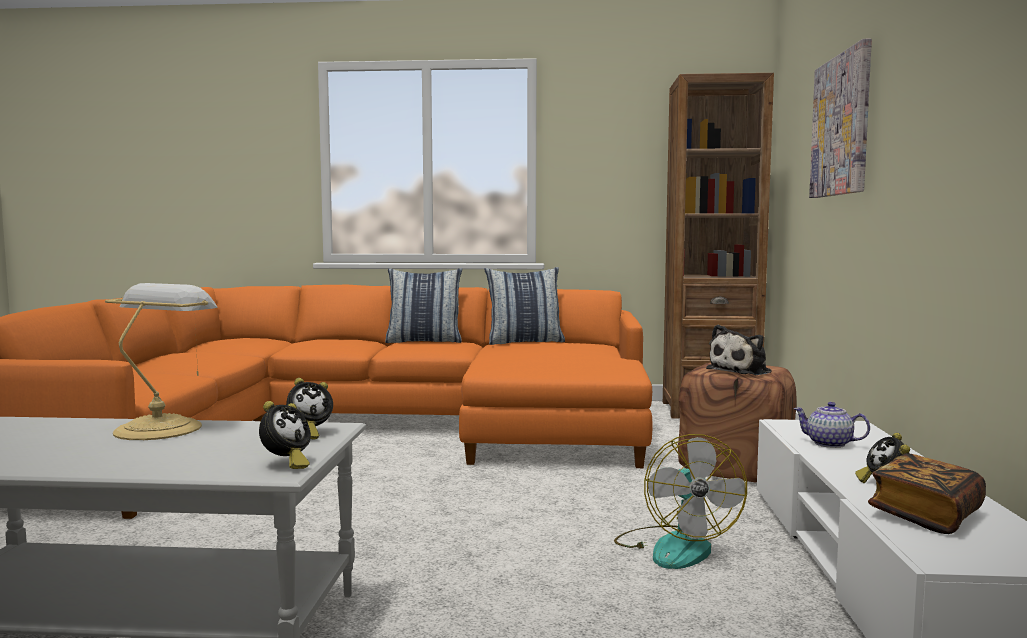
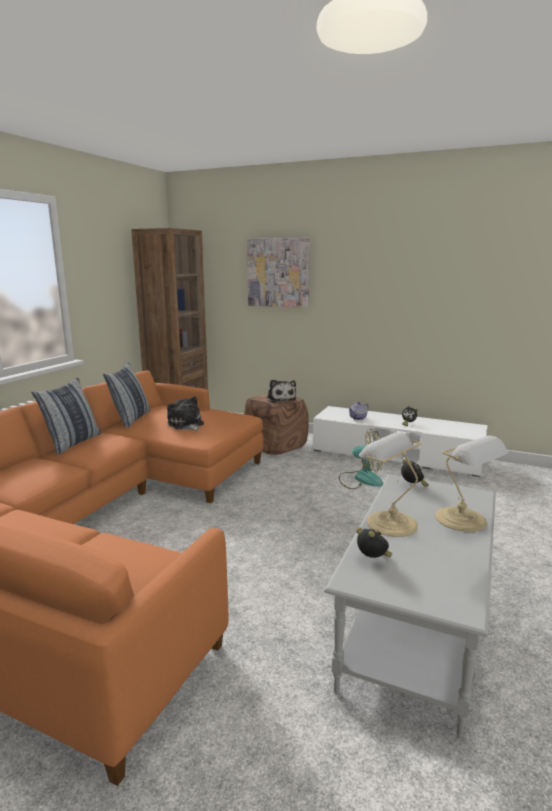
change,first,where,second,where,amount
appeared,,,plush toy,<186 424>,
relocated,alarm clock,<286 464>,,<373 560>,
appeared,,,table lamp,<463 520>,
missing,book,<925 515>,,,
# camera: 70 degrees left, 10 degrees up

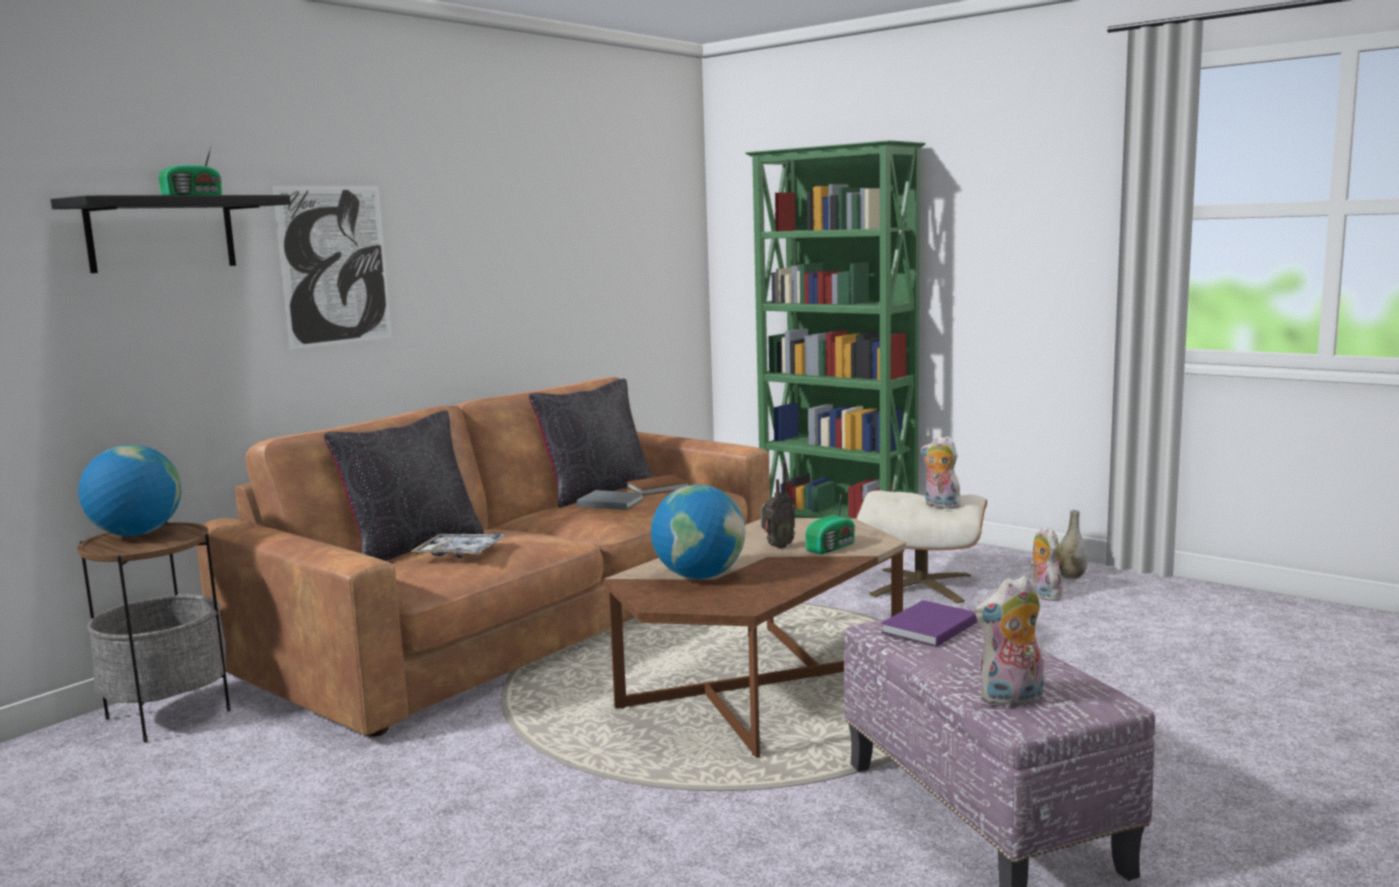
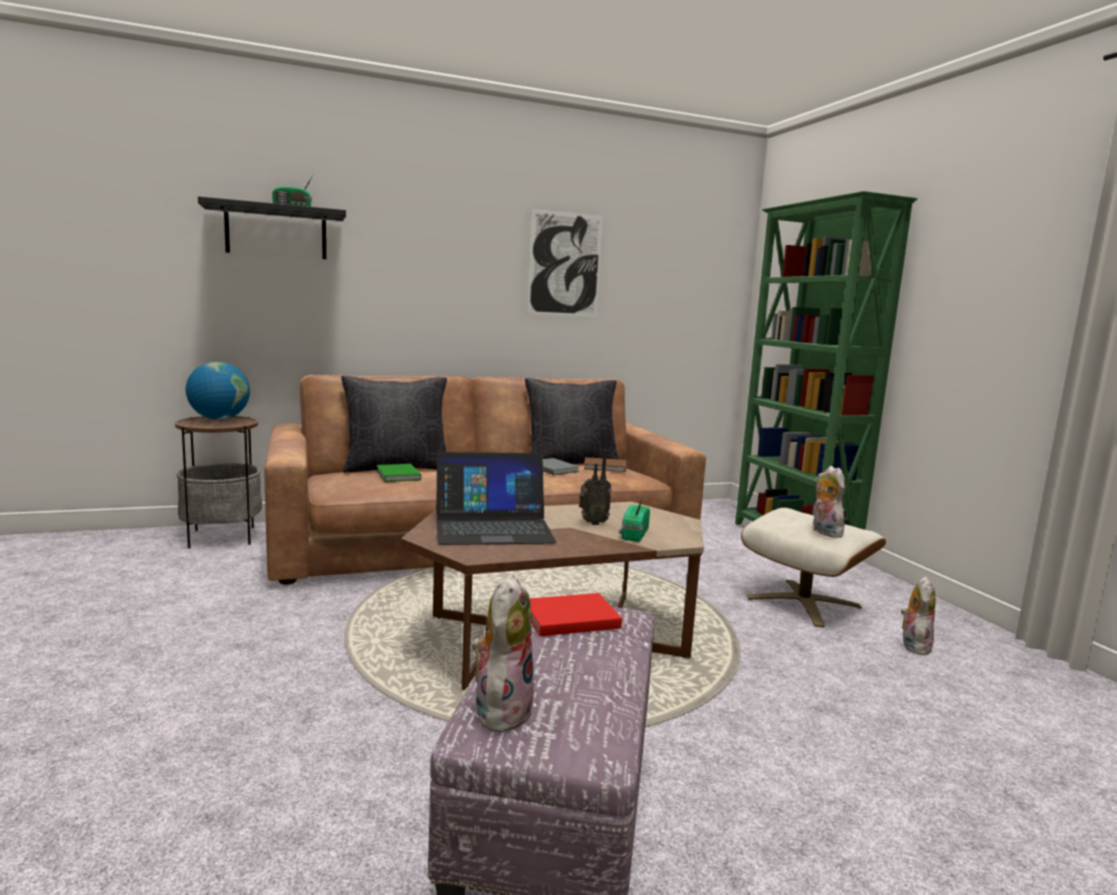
change,first,where,second,where,amount
exchanged,tray,<460 553>,green book,<397 475>,
exchanged,globe,<699 576>,laptop,<493 527>,
spun,plush toy,<1011 700>,,<501 709>,90 degrees clockwise
relocated,picture,<335 265>,,<565 264>,
colour,purple book,<927 628>,red book,<568 618>,
spun,radio,<832 547>,,<633 534>,120 degrees clockwise
missing,grey vase,<1071 576>,,,
# camera: 30 degrees right, 0 degrees up

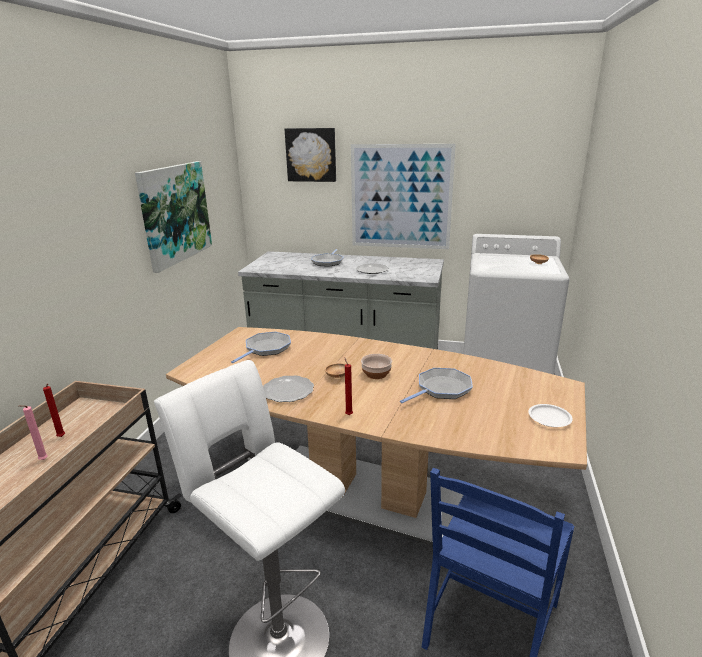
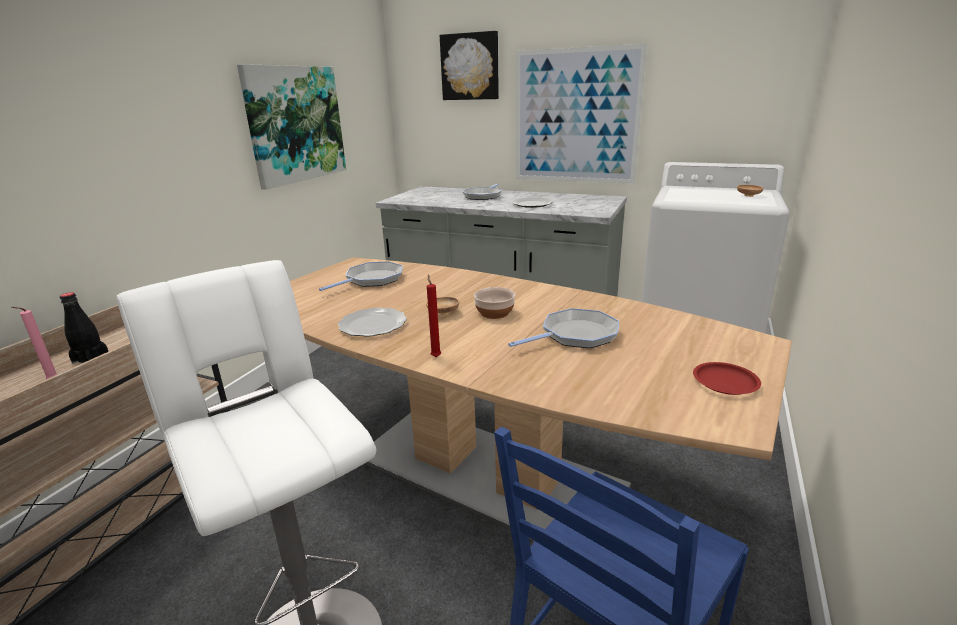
change,first,where,second,where,amount
exchanged,red candle,<62 437>,black bottle,<90 358>,
colour,white plate,<549 418>,red plate,<725 382>,
# camera: 10 degrees right, 0 degrees up

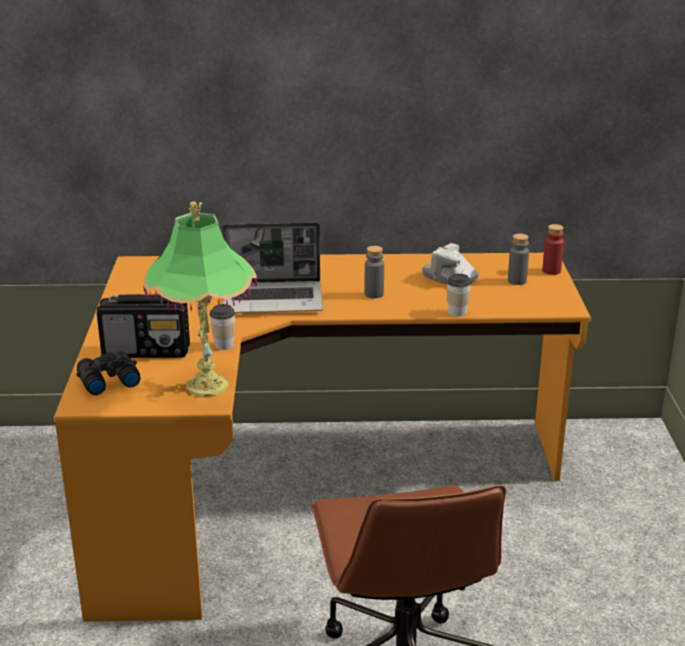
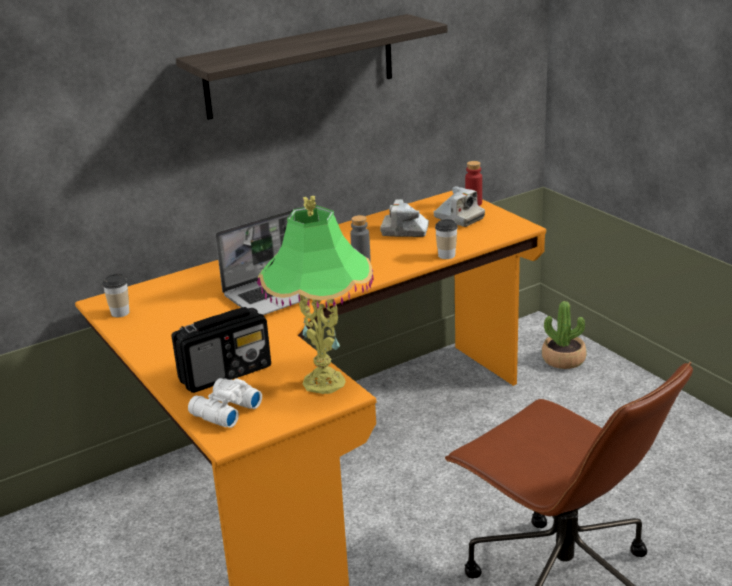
change,first,where,second,where,amount
relocated,cup,<224 345>,,<120 313>,
appeared,,,shelf,<301 66>,
colour,black binoculars,<107 380>,white binoculars,<224 411>,
exchanged,grey bottle,<517 281>,photo camera,<458 218>,
appeared,,,potted plant,<563 359>,
# camera: 30 degrees left, 0 degrees up

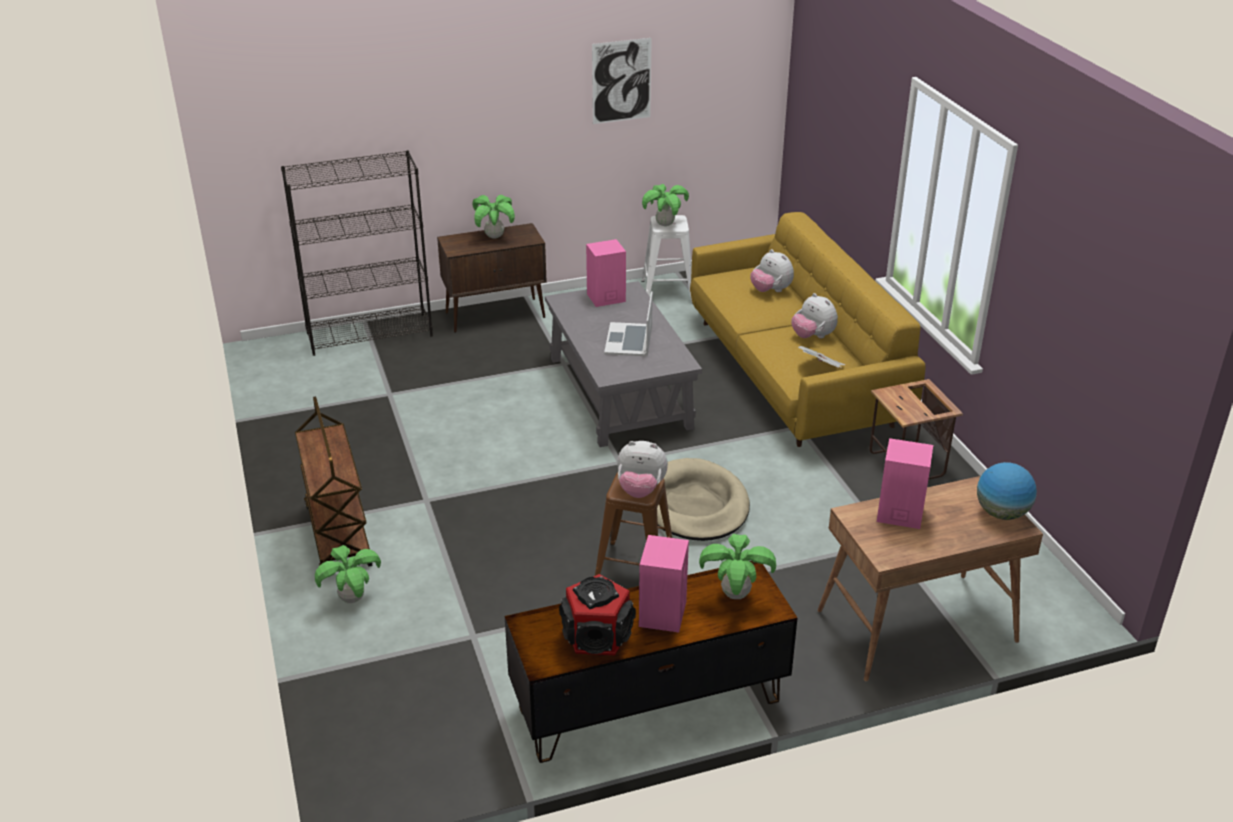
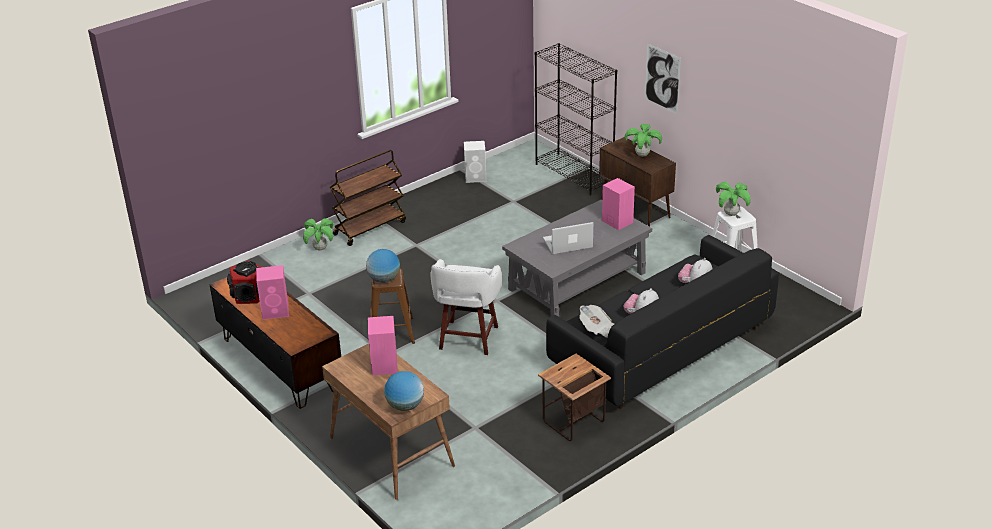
change,first,where,second,where,amount
exchanged,plush toy,<640 490>,globe,<384 279>,
exchanged,beige dog bed,<694 505>,white stool,<468 339>,
appeared,,,white speaker,<476 177>,
colour,yellow sofa,<792 373>,black sofa,<660 348>,
relocated,picture,<621 81>,,<662 78>,
missing,potted plant,<735 594>,,,
# camera: 70 degrees right, 0 degrees up

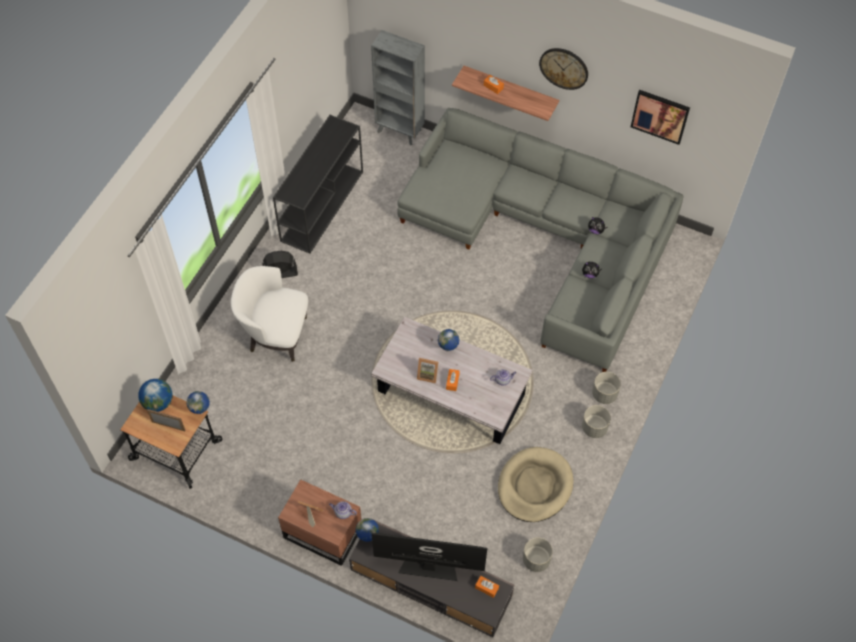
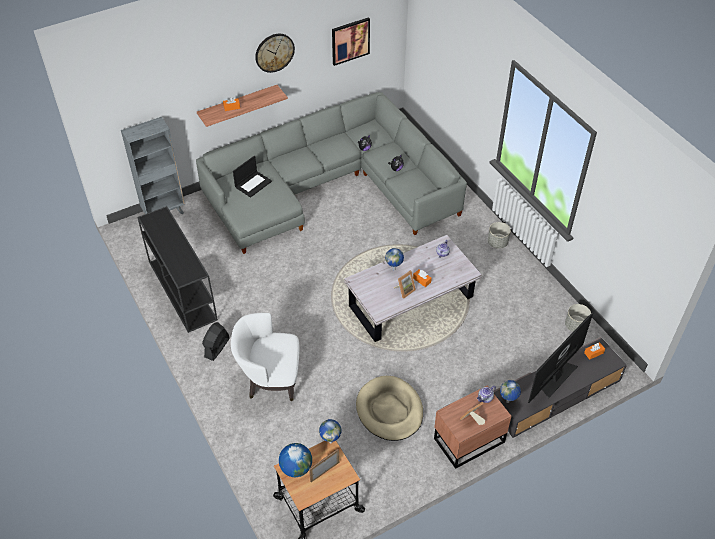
change,first,where,second,where,amount
spun,white armchair,<275 335>,,<270 380>,45 degrees clockwise
appeared,,,laptop,<253 184>,
relocated,beige dog bed,<534 486>,,<389 410>,
missing,grey planter,<604 394>,,,
# camera: 55 degrees left, 10 degrees down

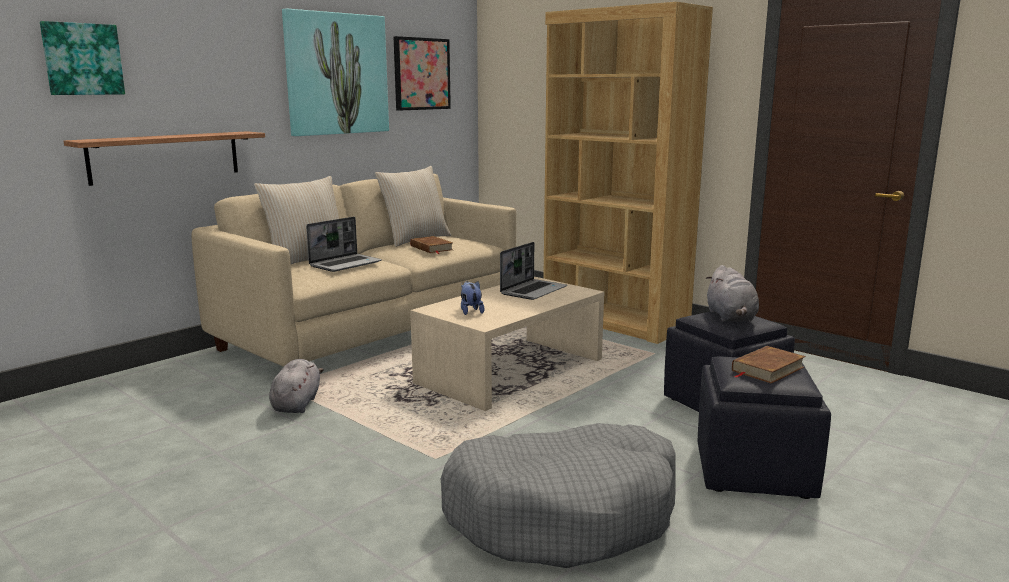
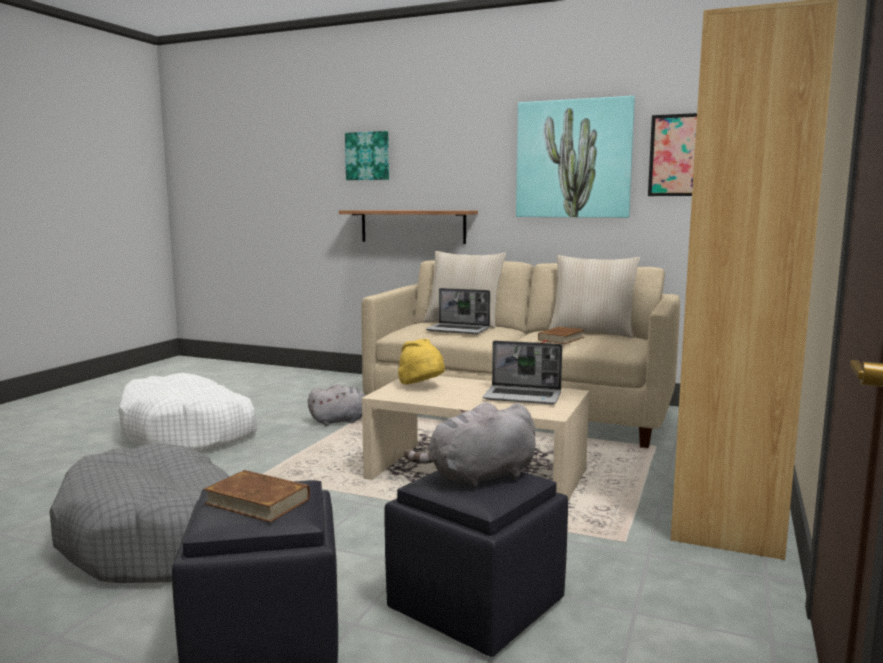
change,first,where,second,where,amount
appeared,,,white dog bed,<189 433>,
exchanged,plush toy,<470 311>,yellow hat,<422 387>,
# camera: 70 degrees right, 5 degrees down

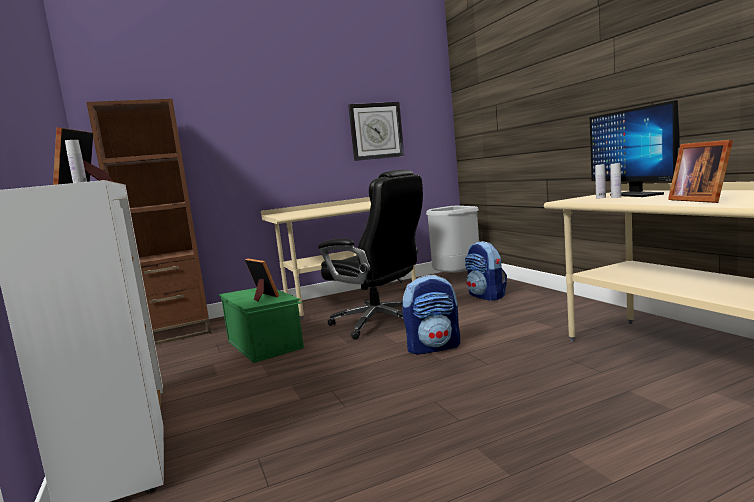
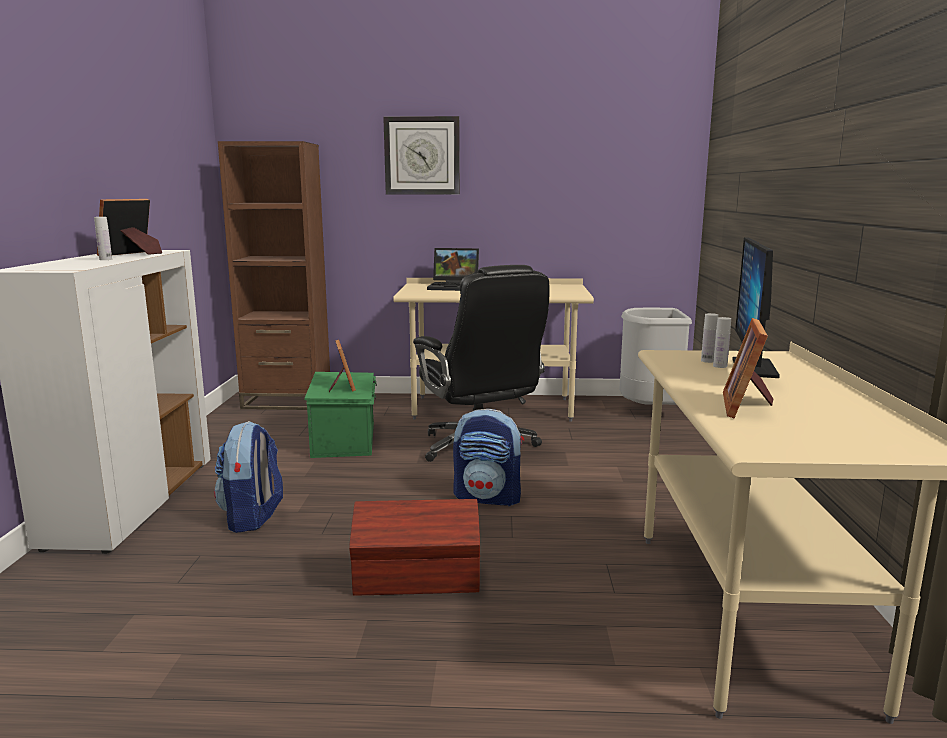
change,first,where,second,where,amount
relocated,backpack,<486 296>,,<252 517>,
appeared,,,brown storage box,<418 579>,
relocated,wall clock,<376 131>,,<422 156>,
appeared,,,laptop,<455 287>,
# camera: 25 degrees right, 5 degrees up

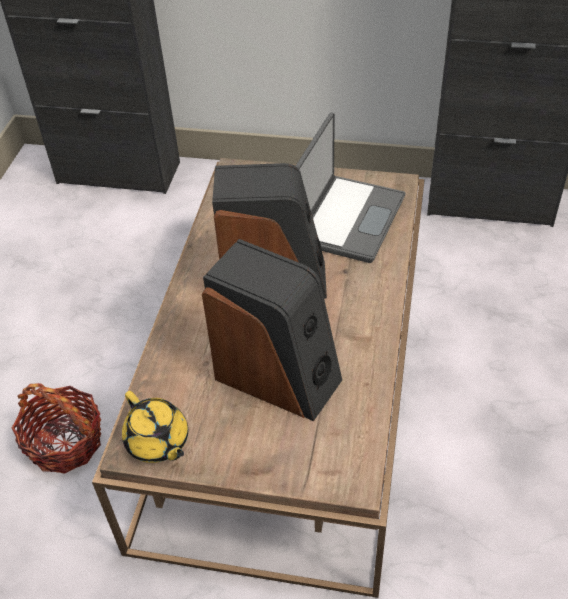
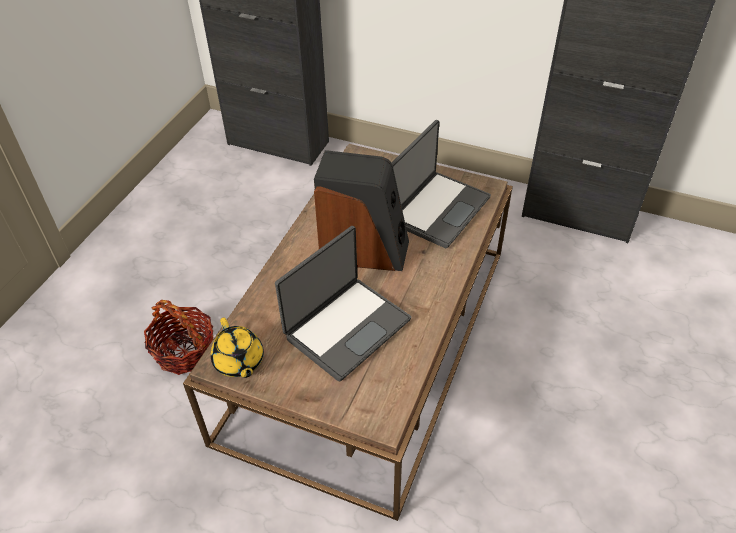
change,first,where,second,where,amount
exchanged,speaker,<278 376>,laptop,<346 327>,
# camera: 10 degrees right, 0 degrees up

